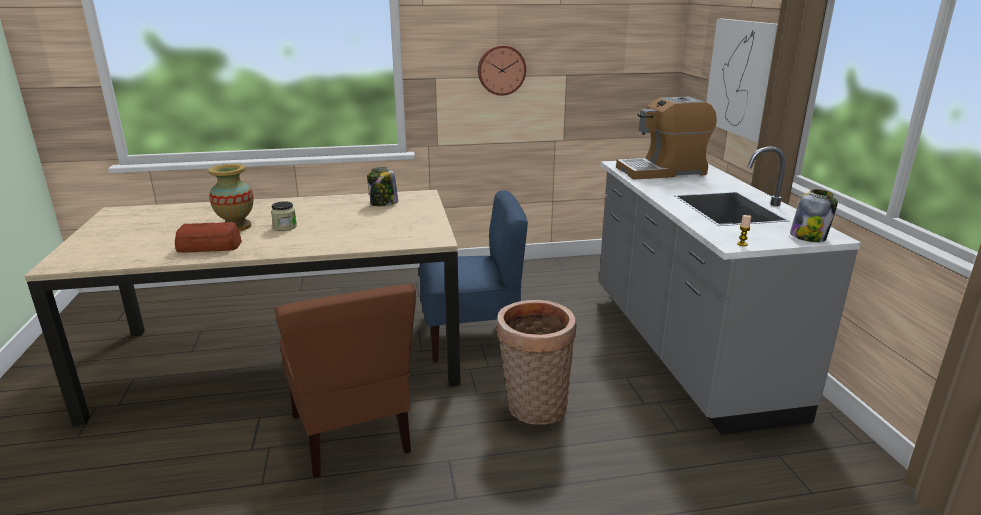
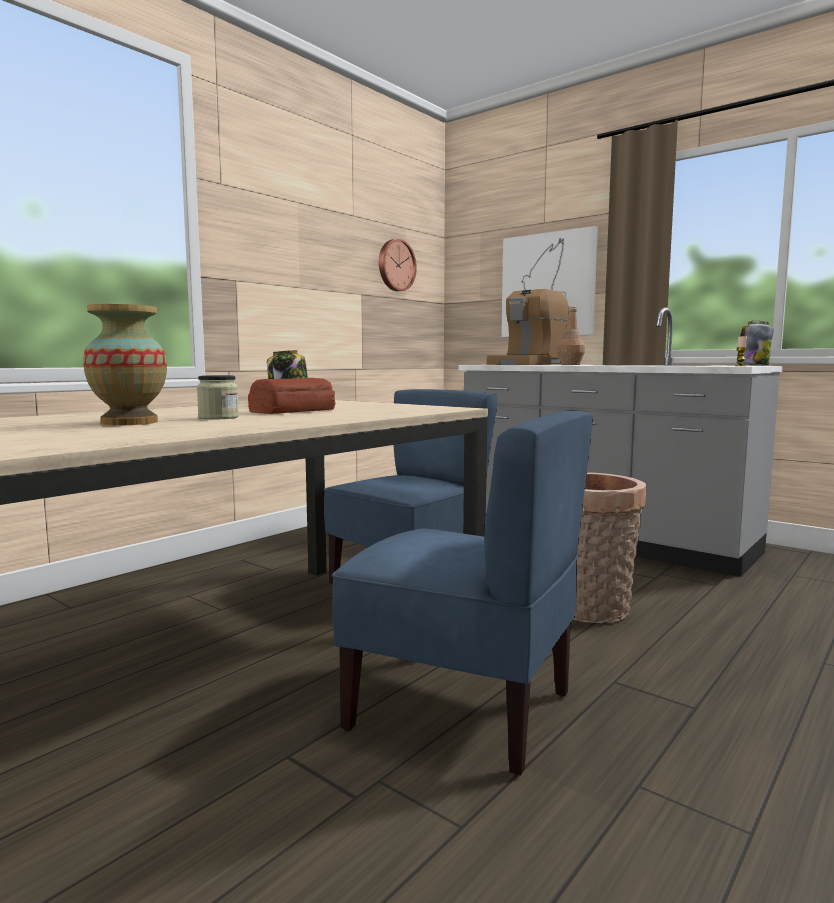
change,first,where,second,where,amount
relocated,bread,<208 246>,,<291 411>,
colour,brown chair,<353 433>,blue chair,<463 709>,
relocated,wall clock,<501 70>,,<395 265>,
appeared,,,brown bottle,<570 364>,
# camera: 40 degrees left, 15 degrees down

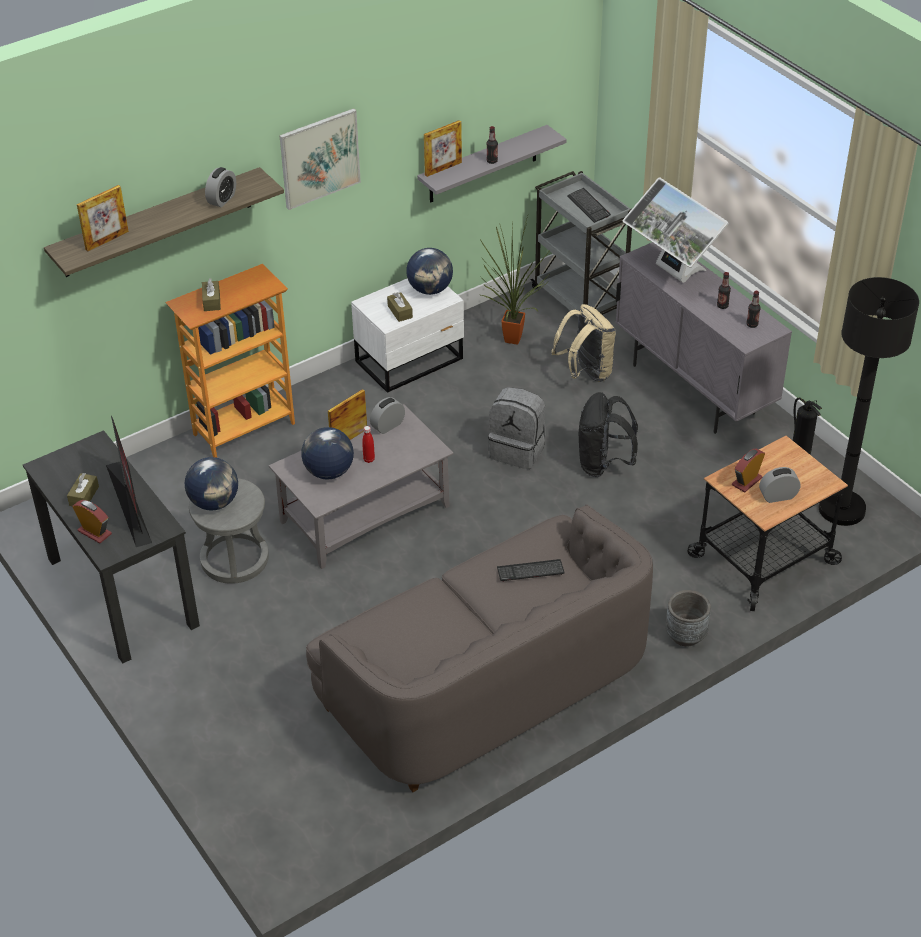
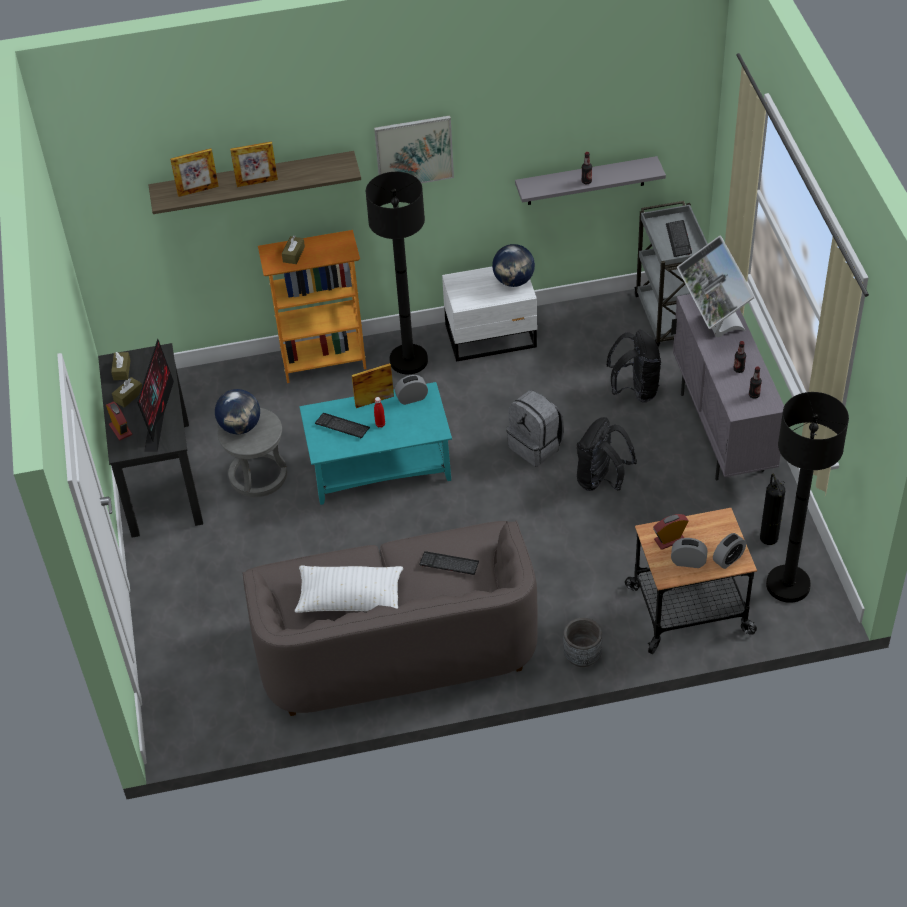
change,first,where,second,where,amount
relocated,brown tissue box,<400 312>,,<122 370>,
relocated,picture frame,<443 169>,,<257 182>,
appeared,,,white pillow,<350 599>,
colour,grey coffee table,<364 515>,turquoise coffee table,<378 467>,
exchanged,globe,<328 472>,keyboard,<342 426>,
appeared,,,black floor lamp,<408 360>,
colour,beige backpack,<586 373>,black backpack,<635 390>,
relocated,alarm clock,<222 199>,,<728 559>,
missing,potted plant,<511 341>,,,
# camera: 25 degrees right, 5 degrees up

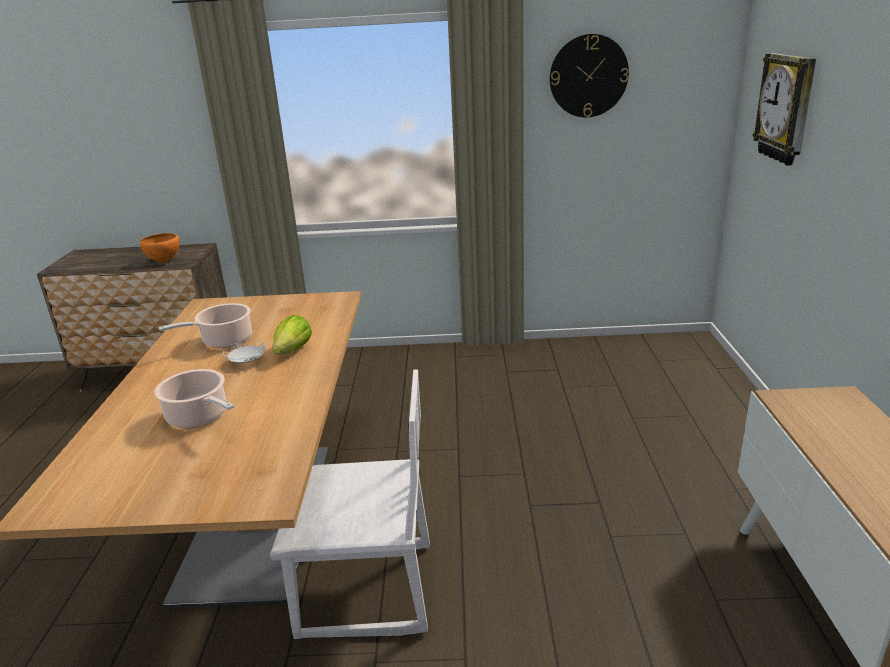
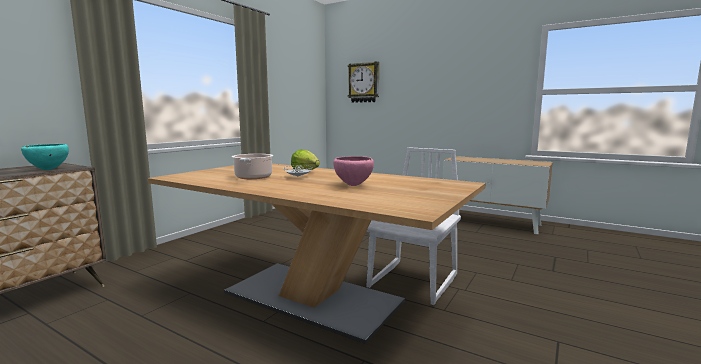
change,first,where,second,where,amount
colour,orange bowl,<164 262>,turquoise bowl,<48 170>,
exchanged,cooking pot,<200 417>,pink bowl,<354 185>,
missing,wall clock,<588 76>,,,
# camera: 60 degrees left, 15 degrees down

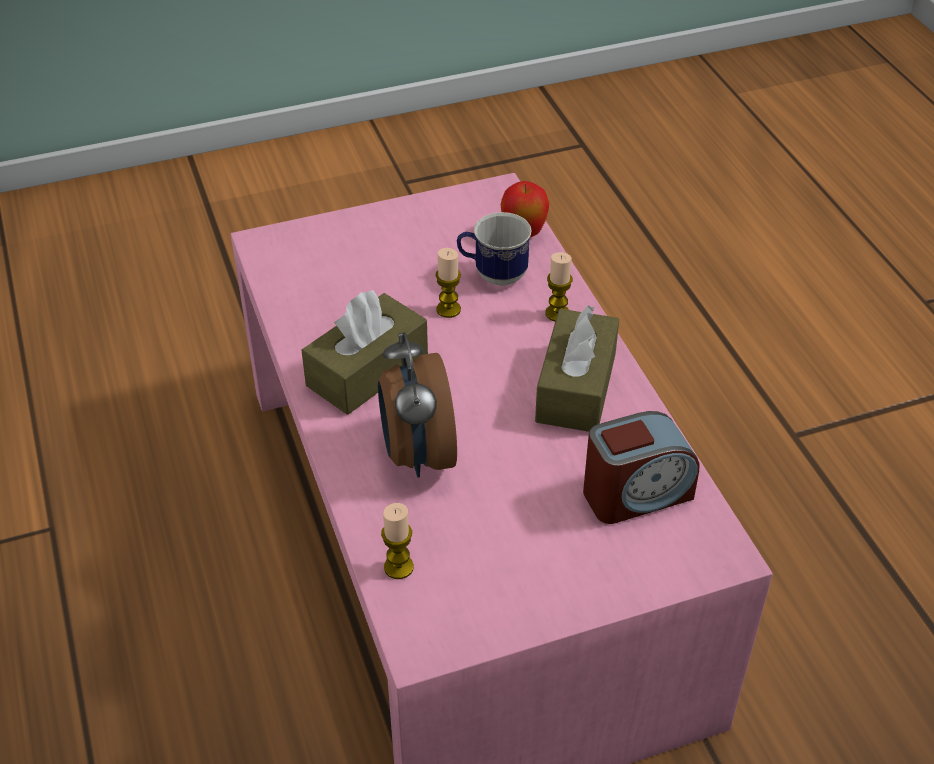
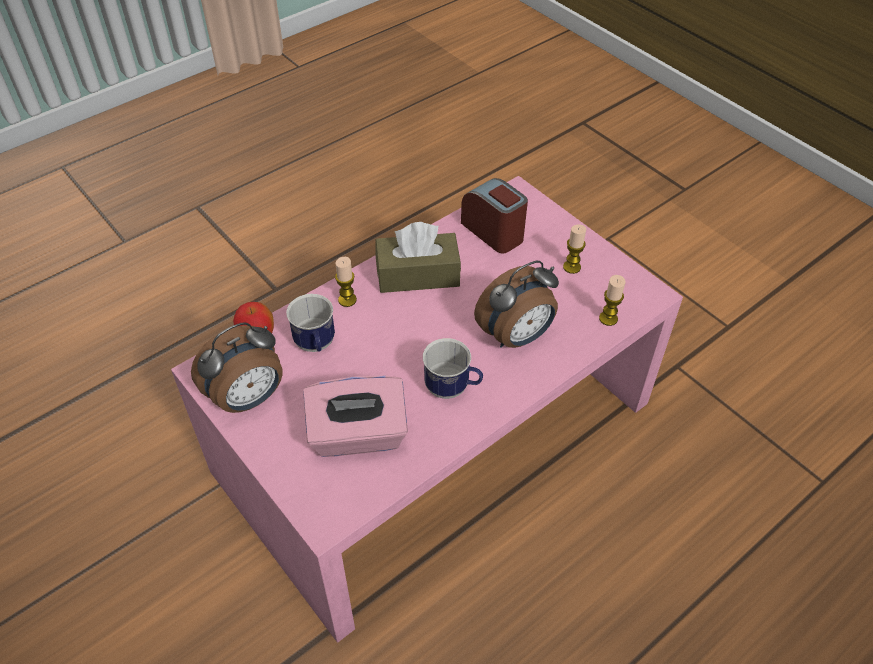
change,first,where,second,where,amount
appeared,,,alarm clock,<248 398>,
appeared,,,pink tissue box,<358 435>,
exchanged,brown tissue box,<367 370>,mug,<452 389>,
relocated,candle,<448 309>,,<571 267>,
# camera: 110 degrees left, 5 degrees up

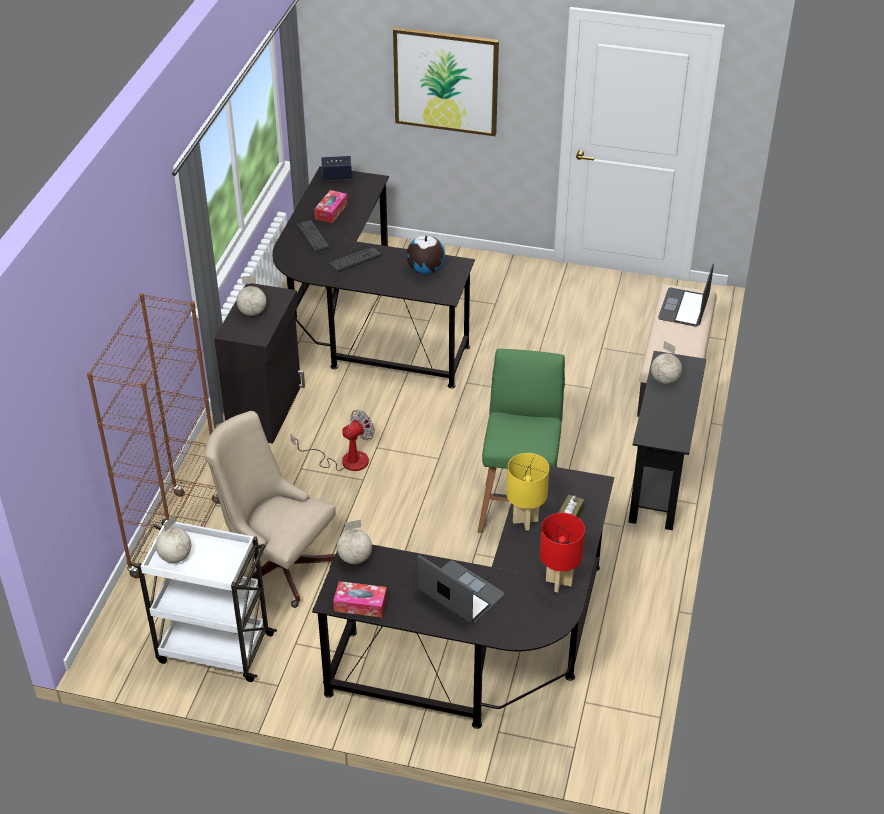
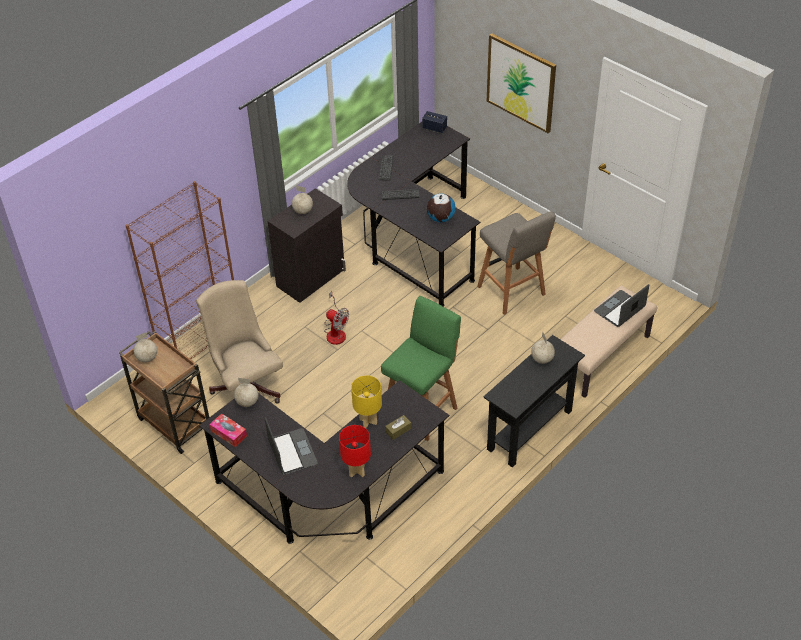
change,first,where,second,where,amount
colour,white cart,<213 647>,brown cart,<174 423>,
spun,fan,<345 460>,,<335 331>,45 degrees clockwise
appeared,,,grey stool,<512 292>,
missing,tissue box,<331 211>,,,
# camera: 30 degrees right, 5 degrees up

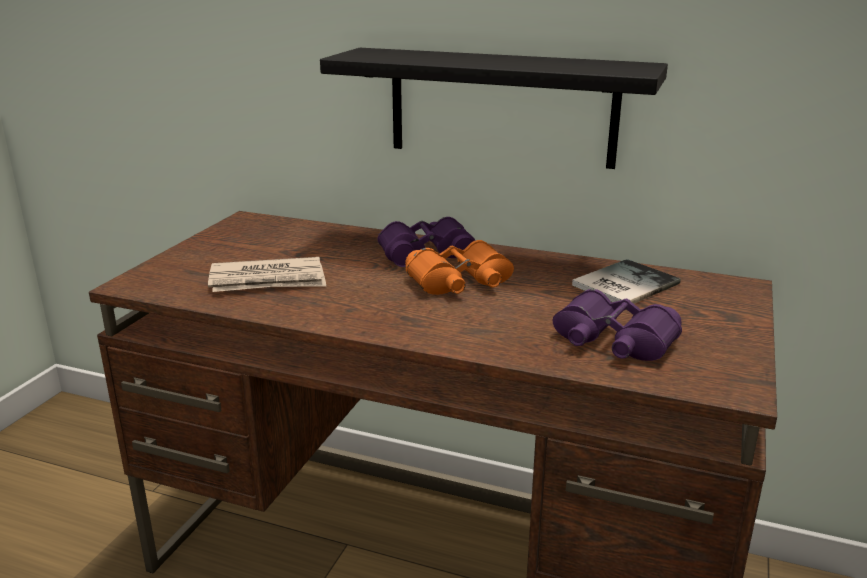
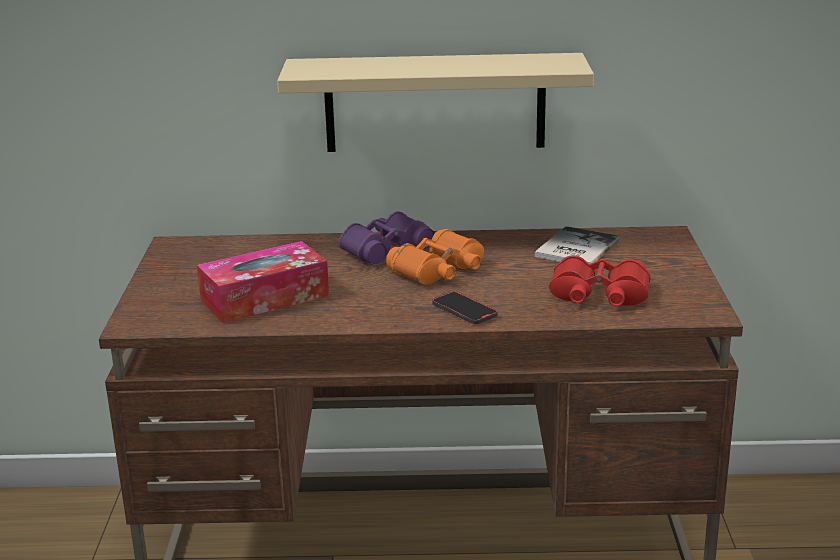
change,first,where,second,where,amount
exchanged,newspaper,<268 280>,tissue box,<265 298>,
colour,black shelf,<501 107>,beige shelf,<435 102>,
appeared,,,phone,<464 311>,
colour,purple binoculars,<613 341>,red binoculars,<599 295>,
# camera: 20 degrees left, 0 degrees up

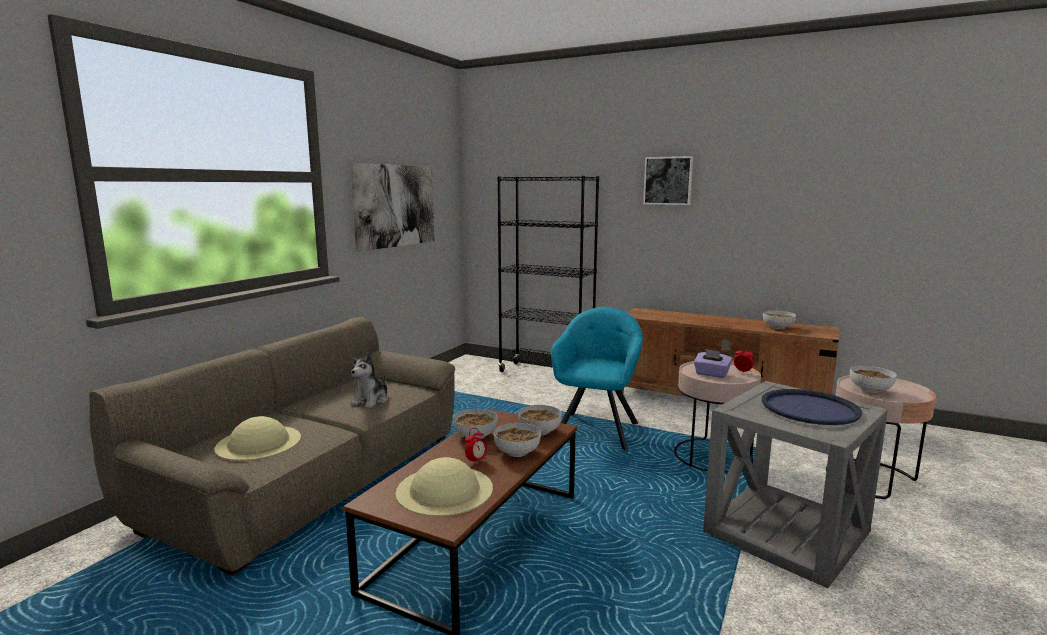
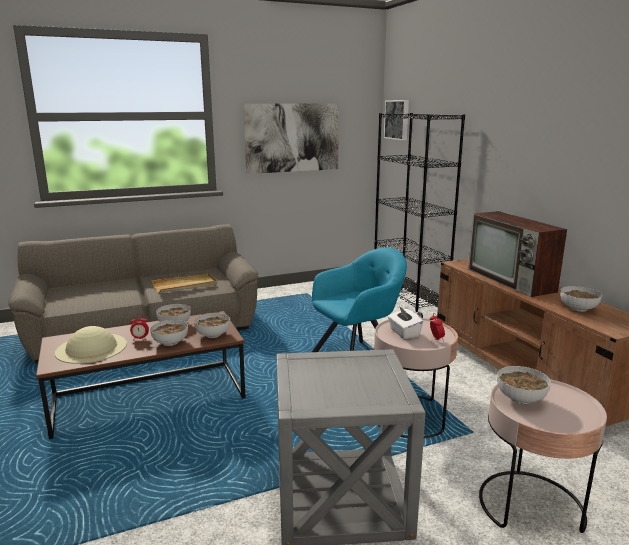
change,first,where,second,where,amount
exchanged,plush toy,<371 400>,beige tray,<185 285>,
relocated,picture,<668 180>,,<397 119>,
colour,purple tissue box,<711 374>,white tissue box,<404 333>,
appeared,,,television,<512 280>,
missing,beige hat,<259 442>,,,
missing,blue tray,<809 408>,,,
# camera: 40 degrees right, 5 degrees up

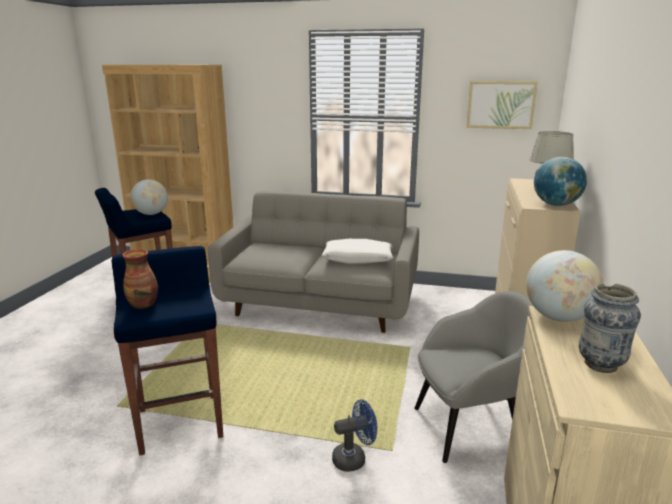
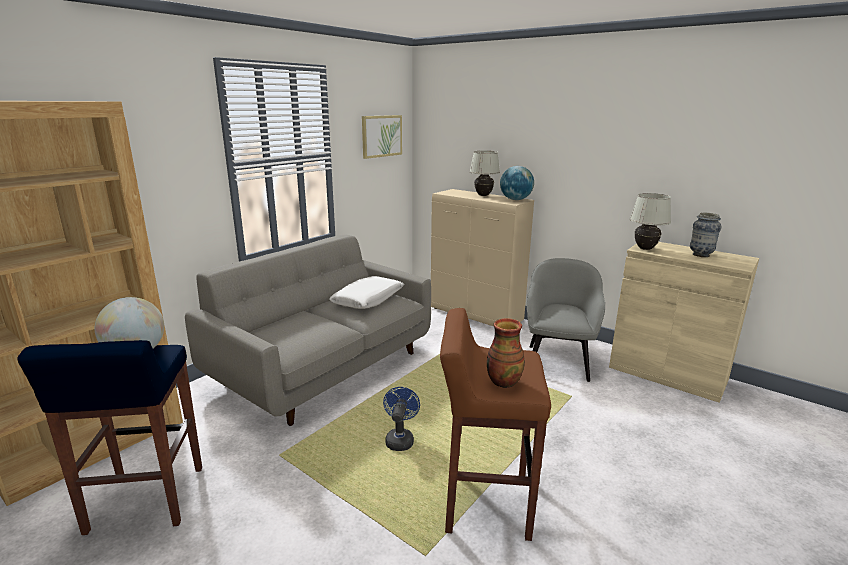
change,first,where,second,where,amount
relocated,blue fan,<354 458>,,<400 439>,
colour,blue stool,<180 422>,brown stool,<485 502>,
exchanged,globe,<558 317>,white table lamp,<645 248>,
# camera: 65 degrees left, 0 degrees up

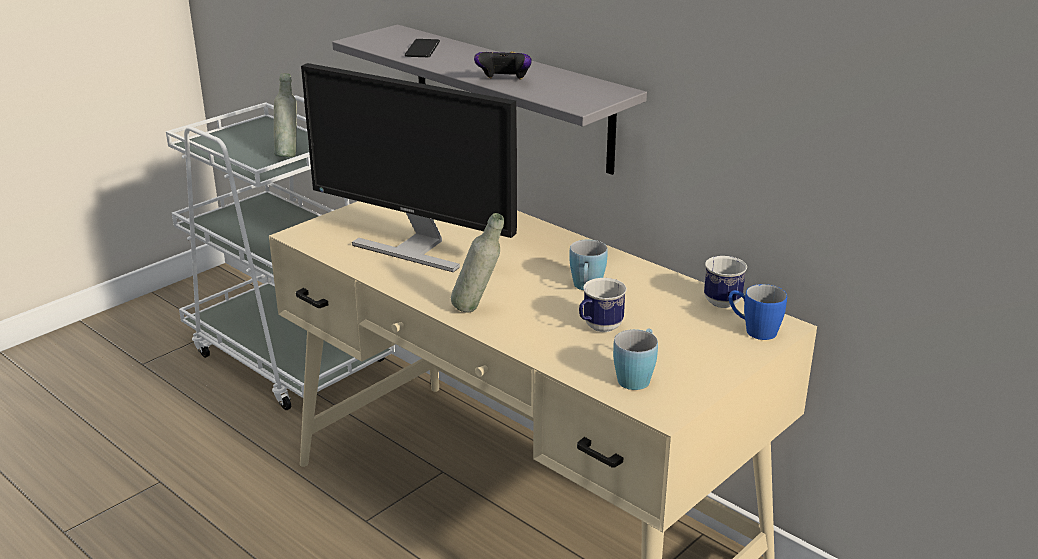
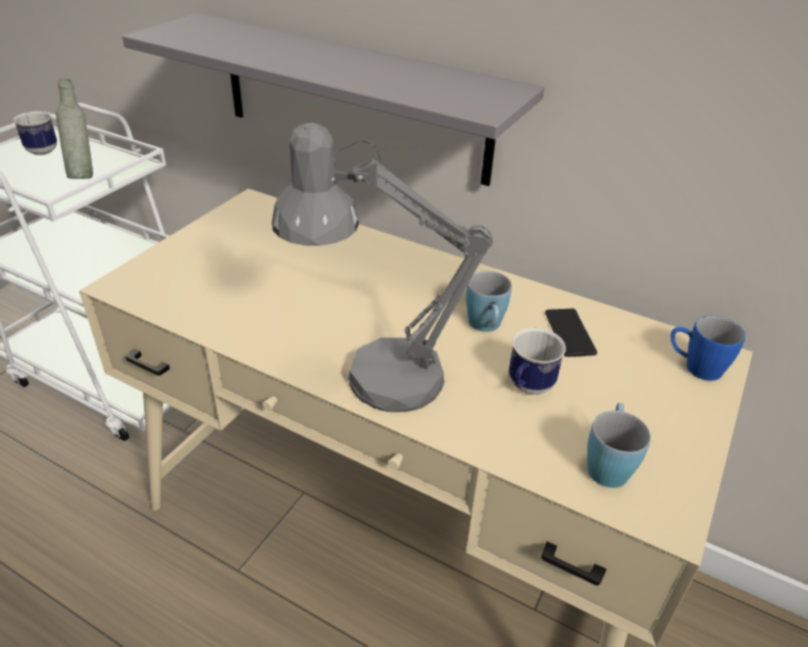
change,first,where,second,where,amount
relocated,mug,<722 299>,,<44 149>,
exchanged,grey bottle,<478 310>,grey table lamp,<374 378>,
relocated,phone,<422 49>,,<569 333>,
missing,monitor,<414 248>,,,
missing,game controller,<504 81>,,,
# camera: 15 degrees left, 10 degrees up

